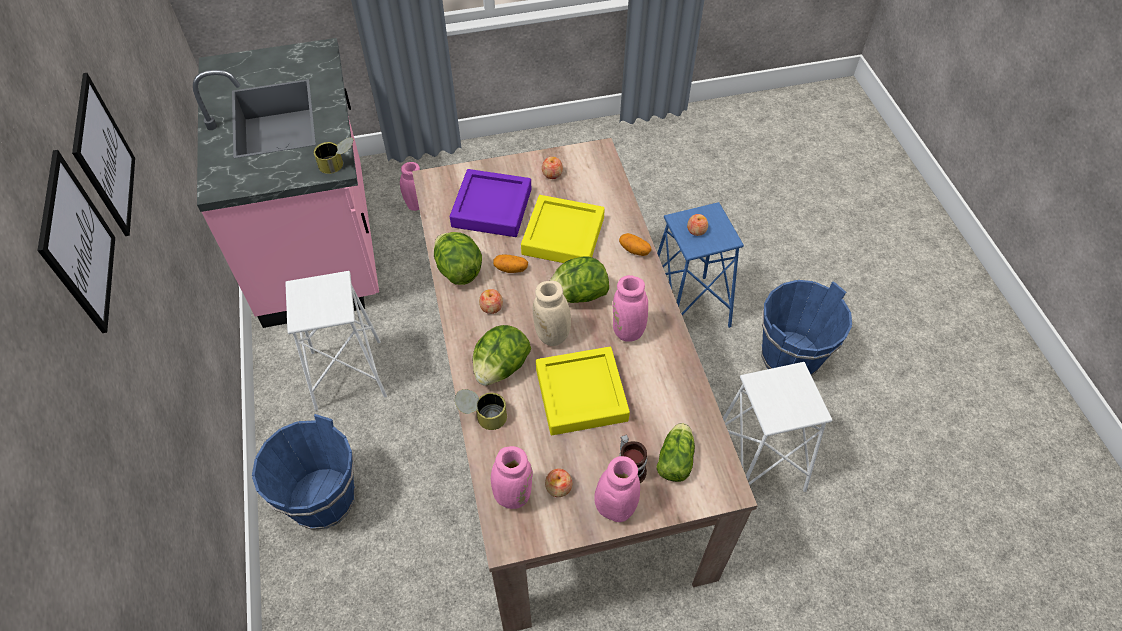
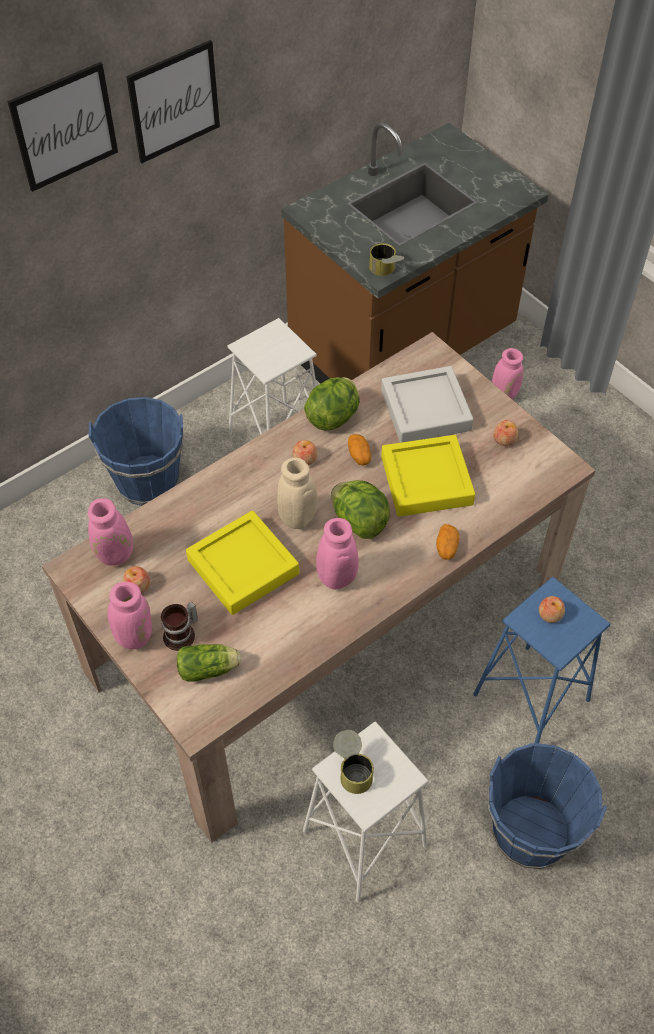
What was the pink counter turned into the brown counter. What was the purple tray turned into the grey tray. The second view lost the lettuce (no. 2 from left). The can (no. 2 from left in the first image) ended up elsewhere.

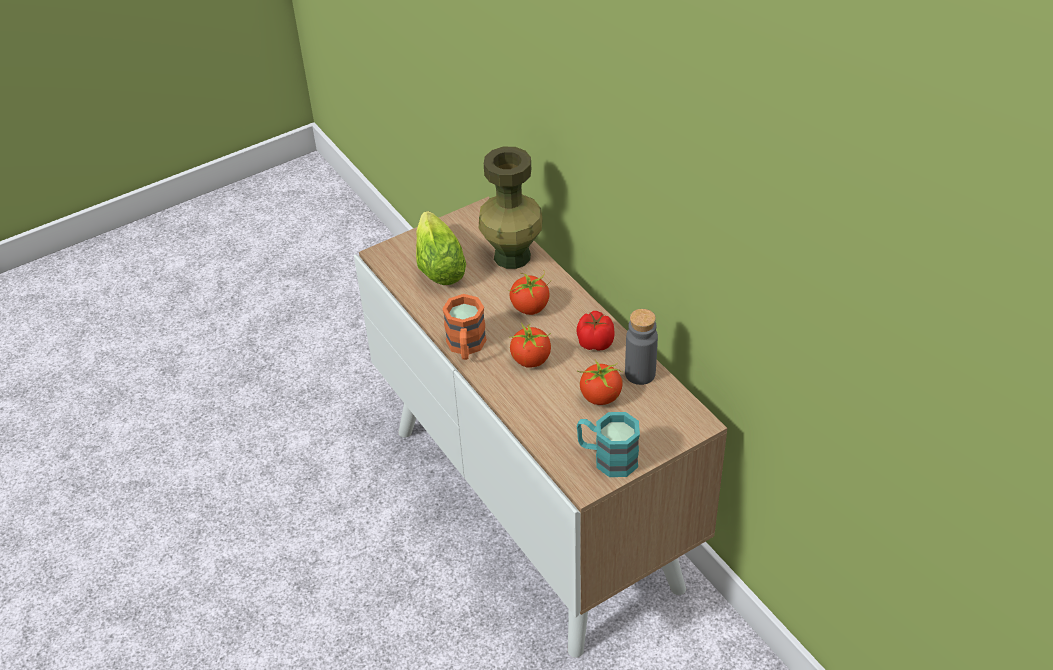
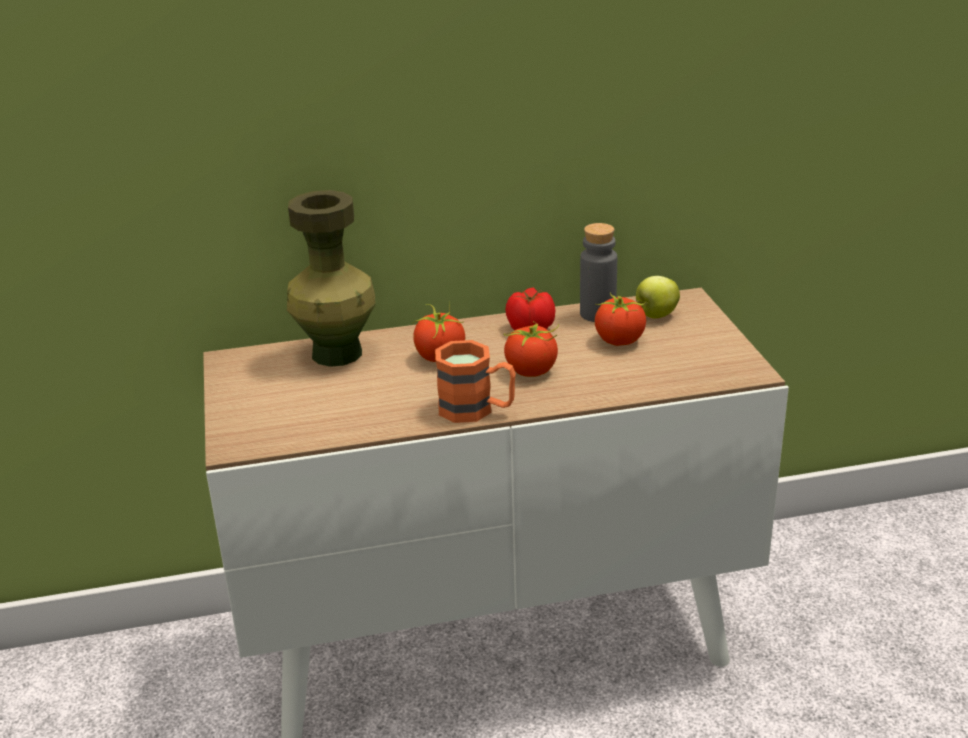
The second view lost the lettuce. The second view lost the turquoise mug. The second view gained the apple.

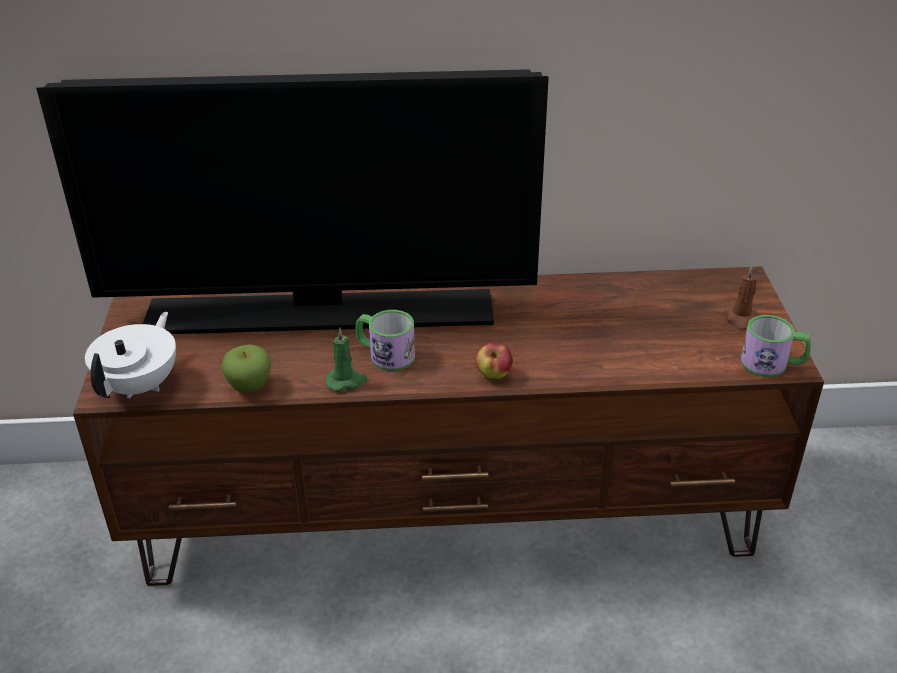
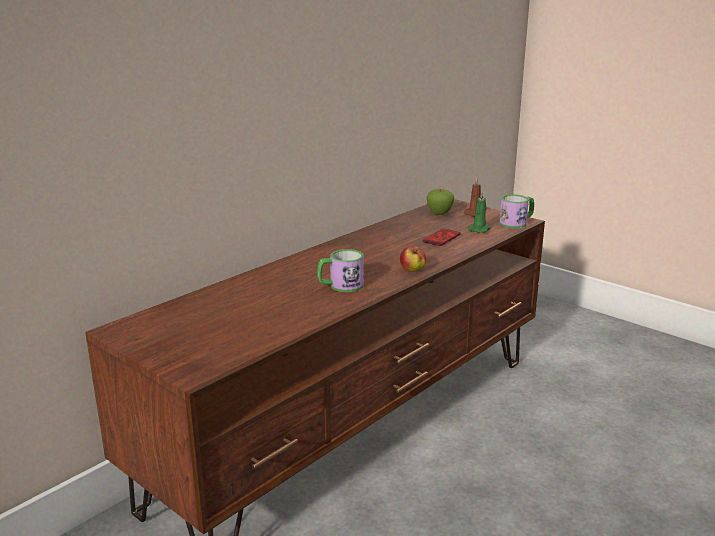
The second view lost the television. The second view lost the white teapot. The green candle ended up elsewhere. The apple (no. 1 from left in the first image) ended up elsewhere. The second view gained the phone.

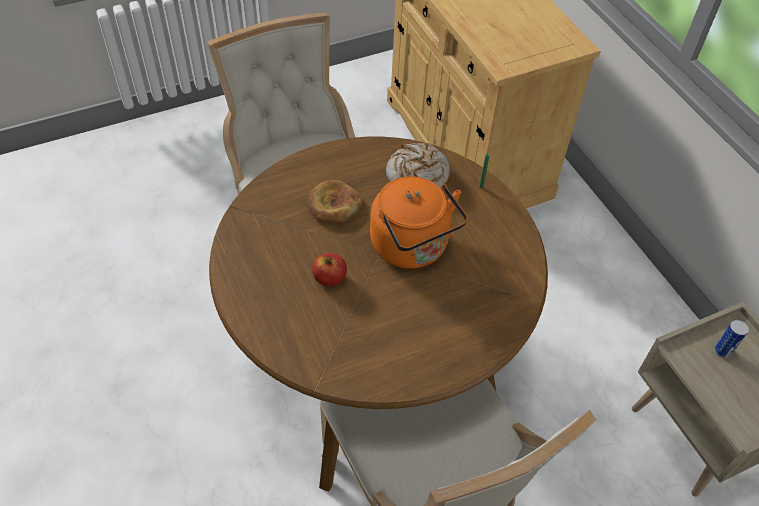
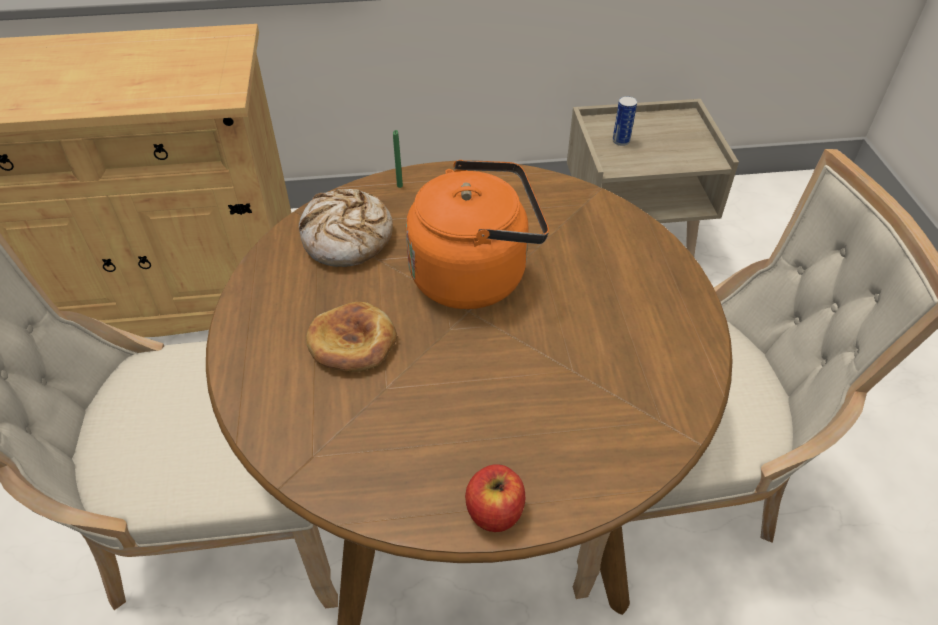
The apple ended up elsewhere.

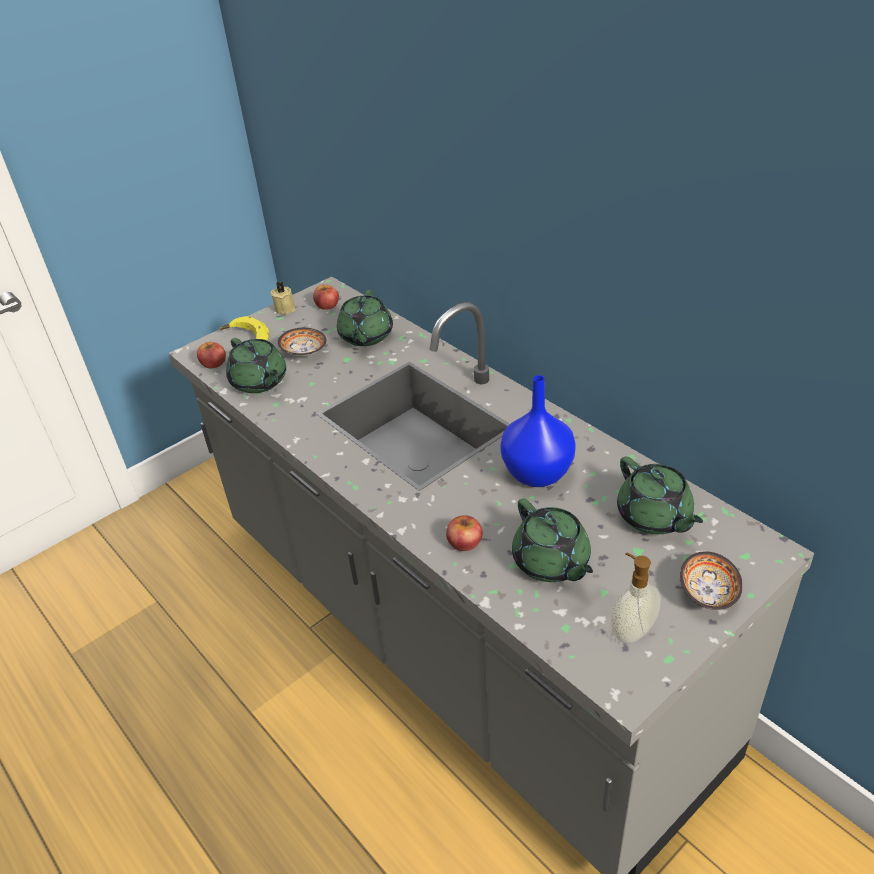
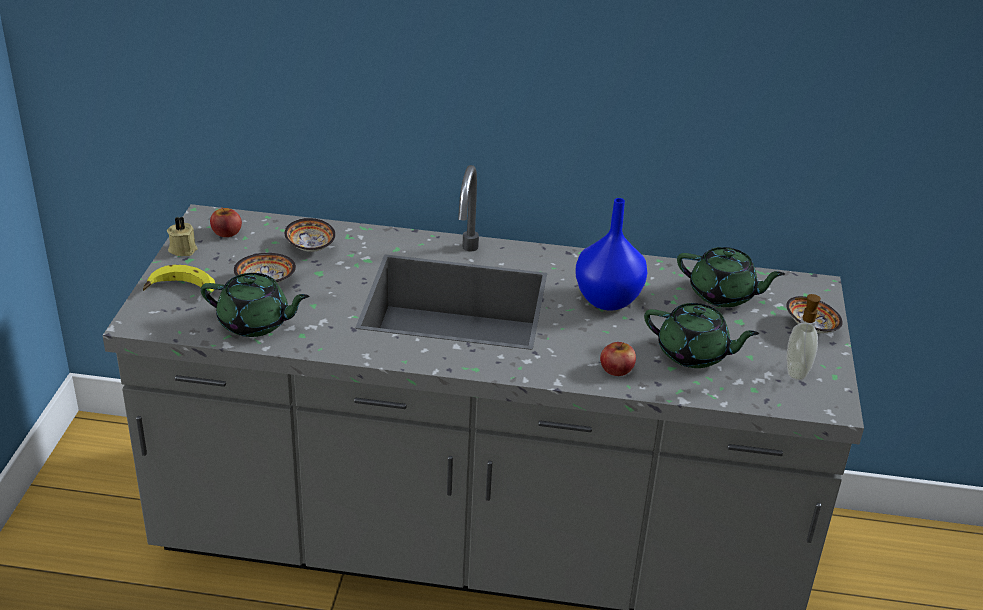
Where the green teapot (no. 2 from left) stood, the bowl (no. 2 from left) came to stand. The second view lost the apple (no. 1 from left).

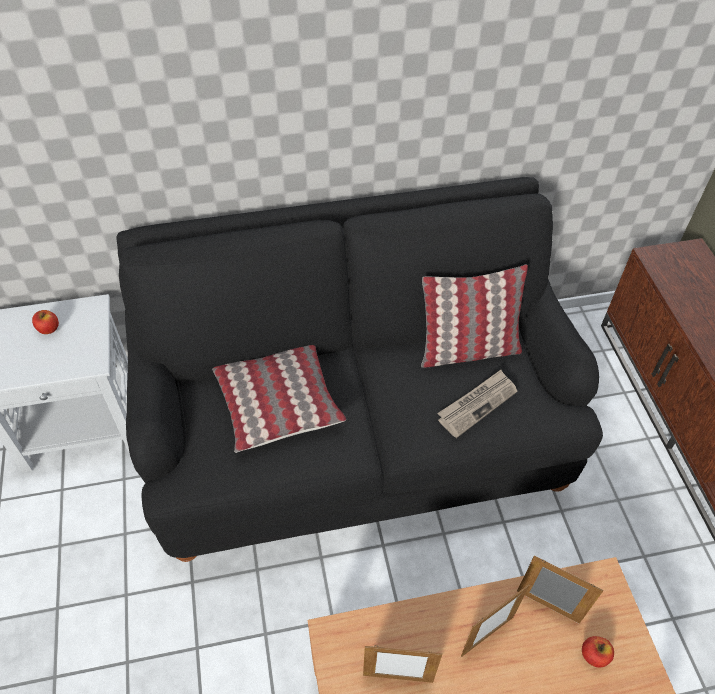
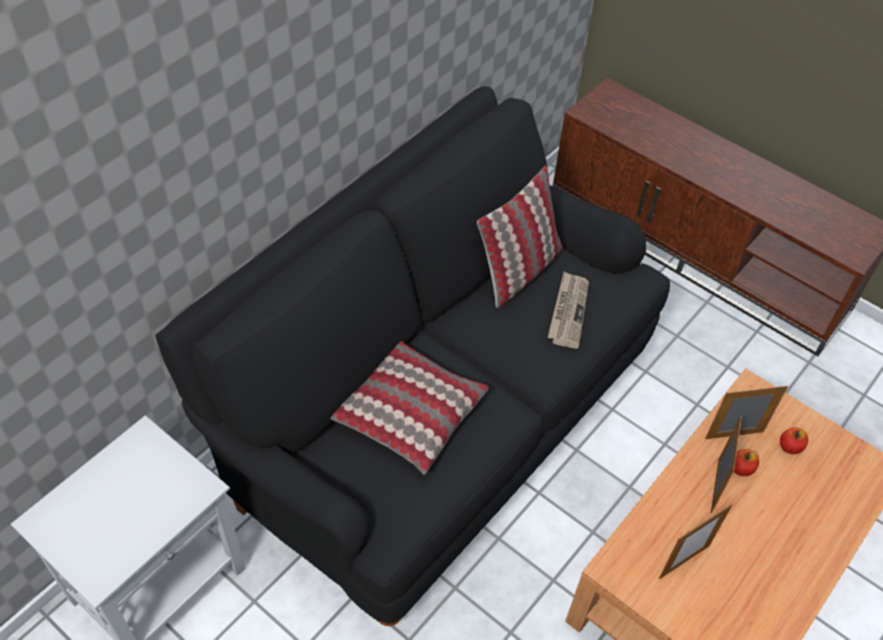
The apple (no. 1 from left) ended up elsewhere.

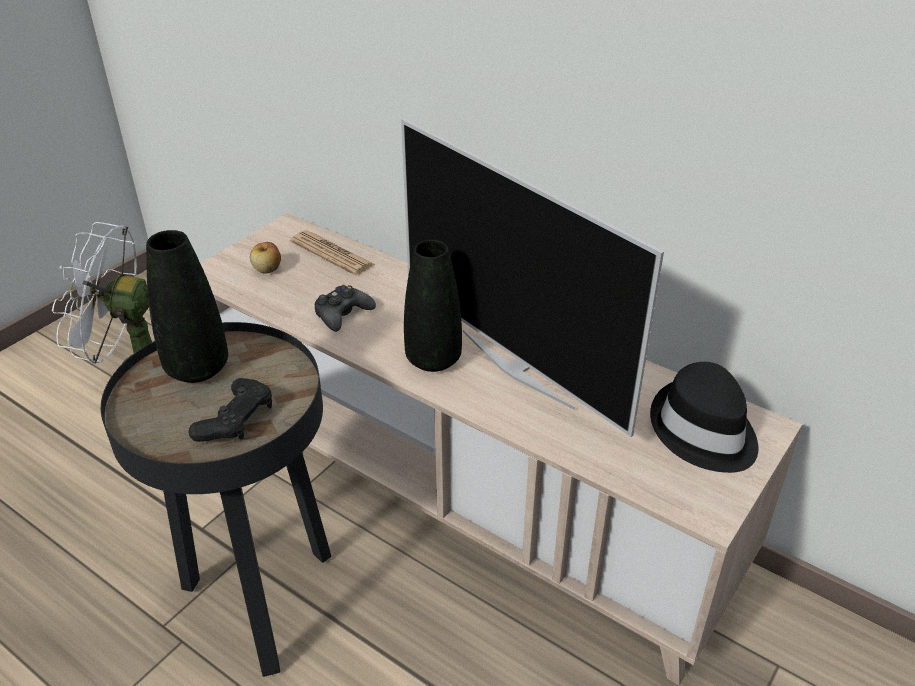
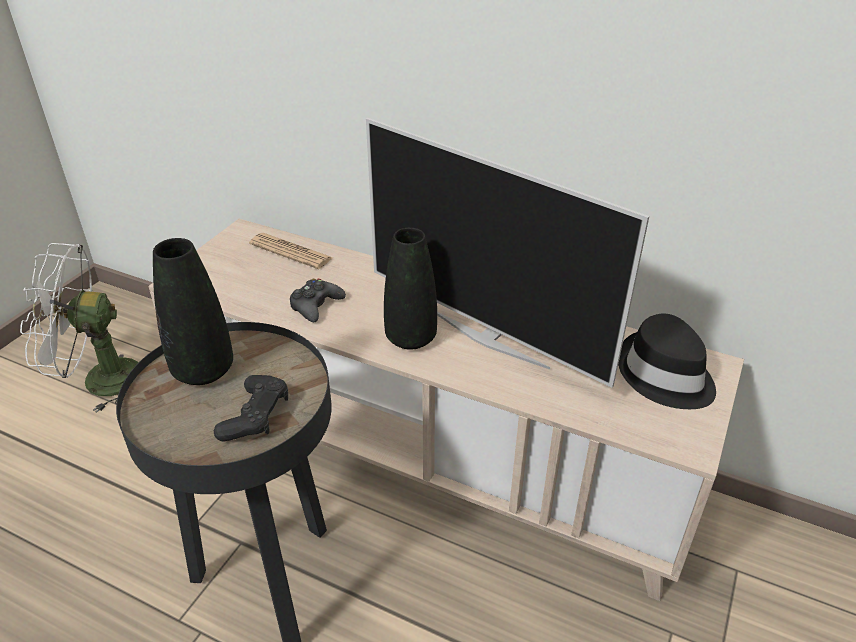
The second view lost the apple.

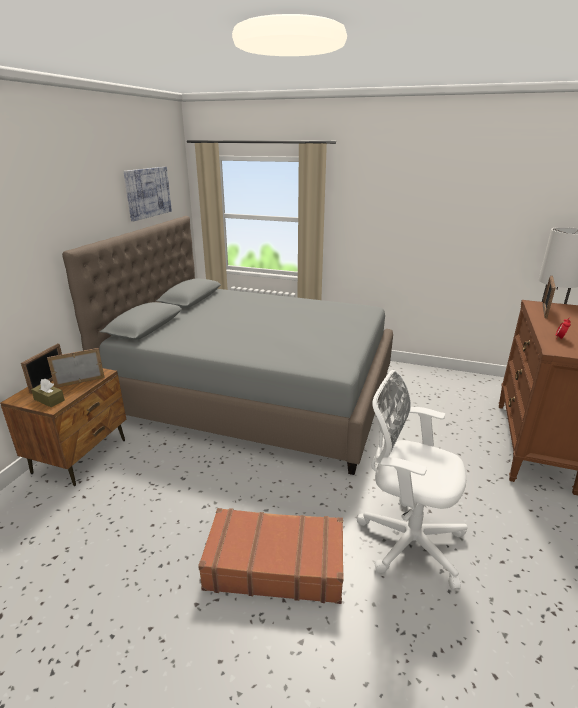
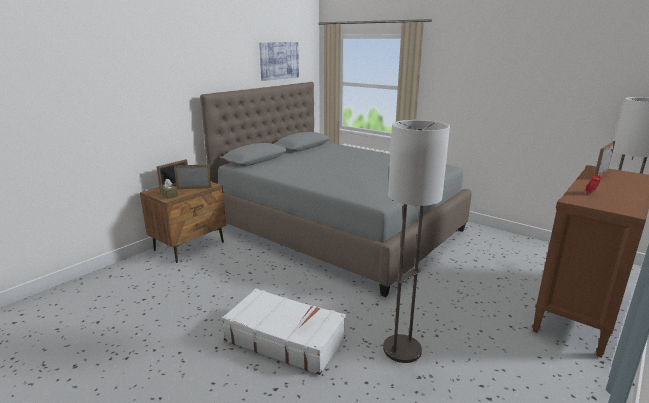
Where the white office chair stood, the floor lamp (no. 1 from left) came to stand. What was the brown suitcase turned into the white suitcase.

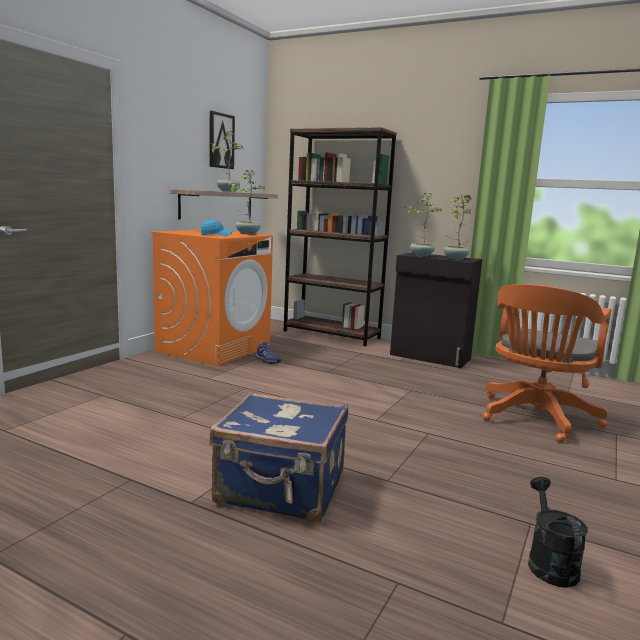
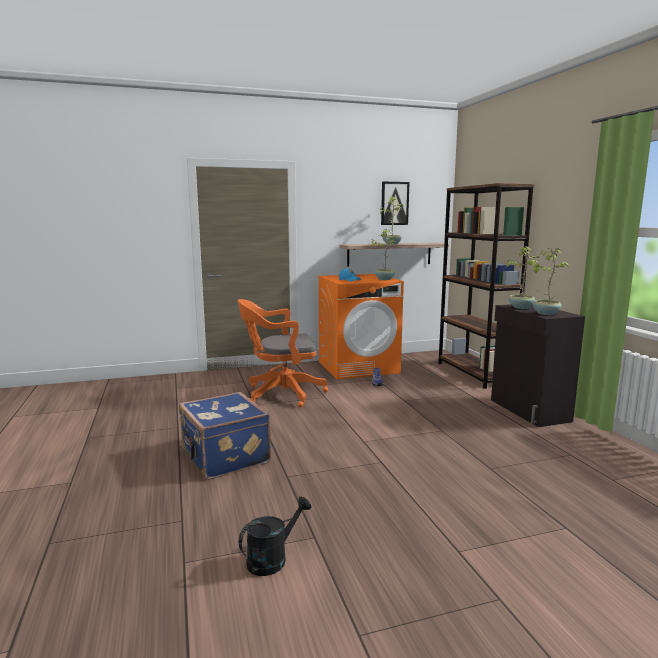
The orange office chair ended up elsewhere.

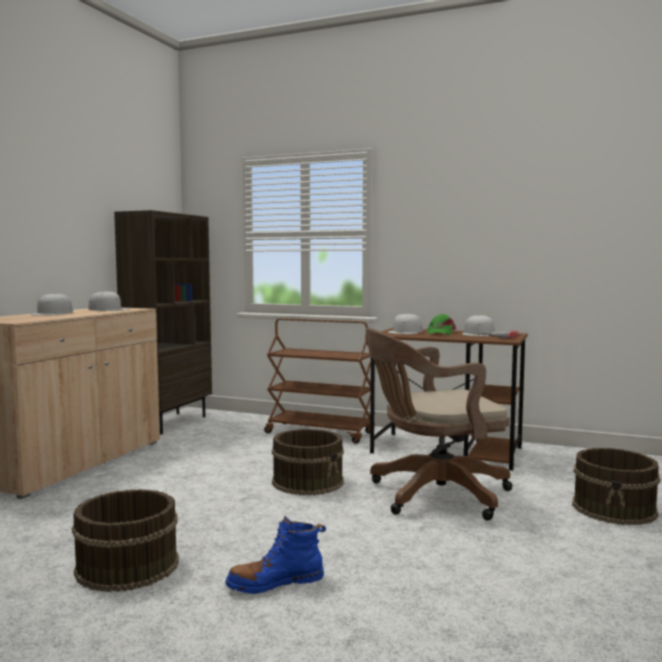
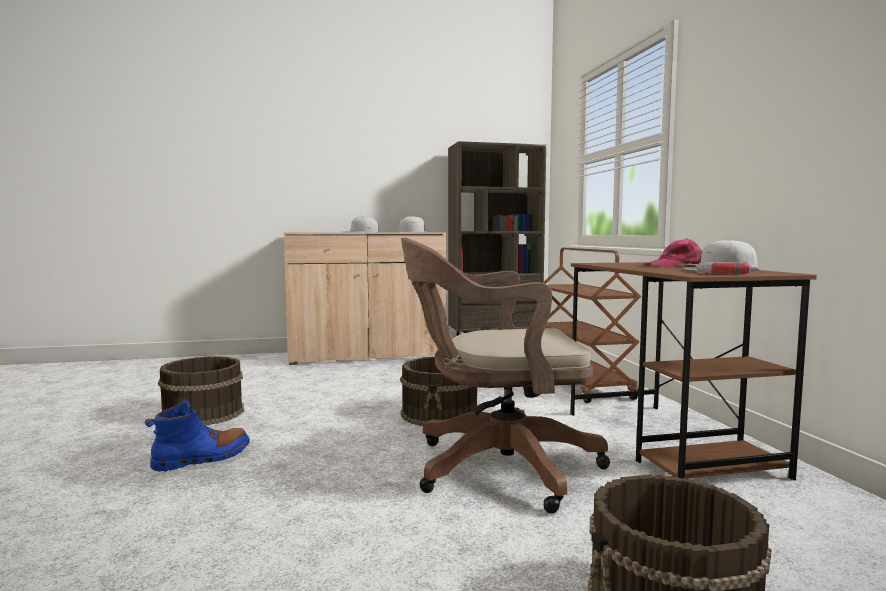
The second view lost the white cap (no. 3 from left). What was the green cap turned into the pink cap. The brown office chair ended up facing another way, 45 degrees counterclockwise from before. The blue boot ended up facing another way, 105 degrees clockwise from before.

